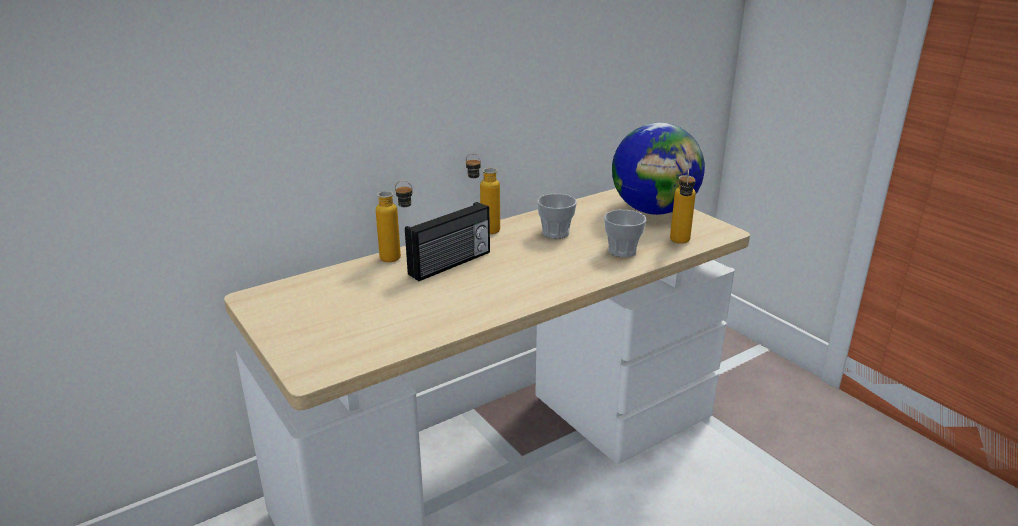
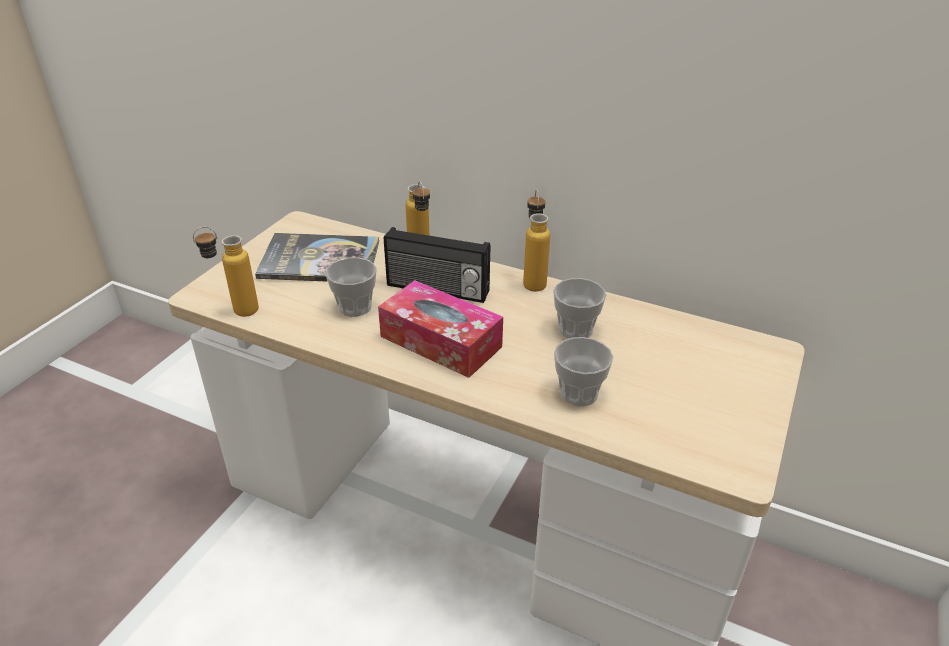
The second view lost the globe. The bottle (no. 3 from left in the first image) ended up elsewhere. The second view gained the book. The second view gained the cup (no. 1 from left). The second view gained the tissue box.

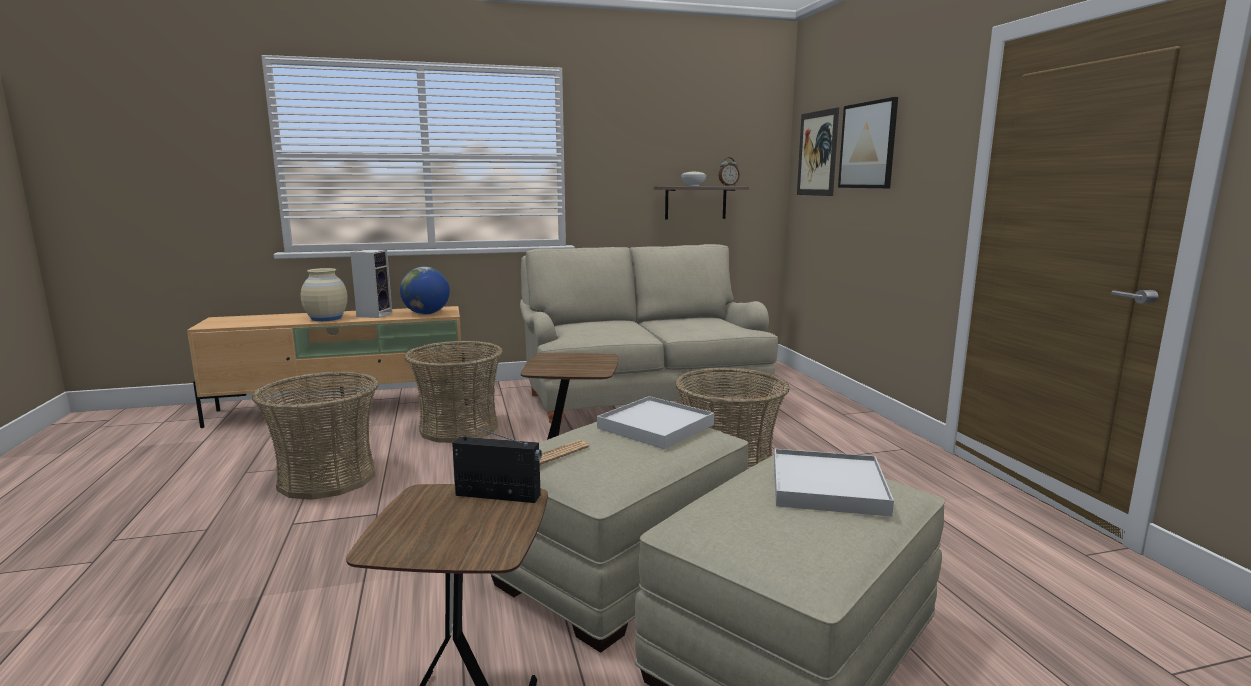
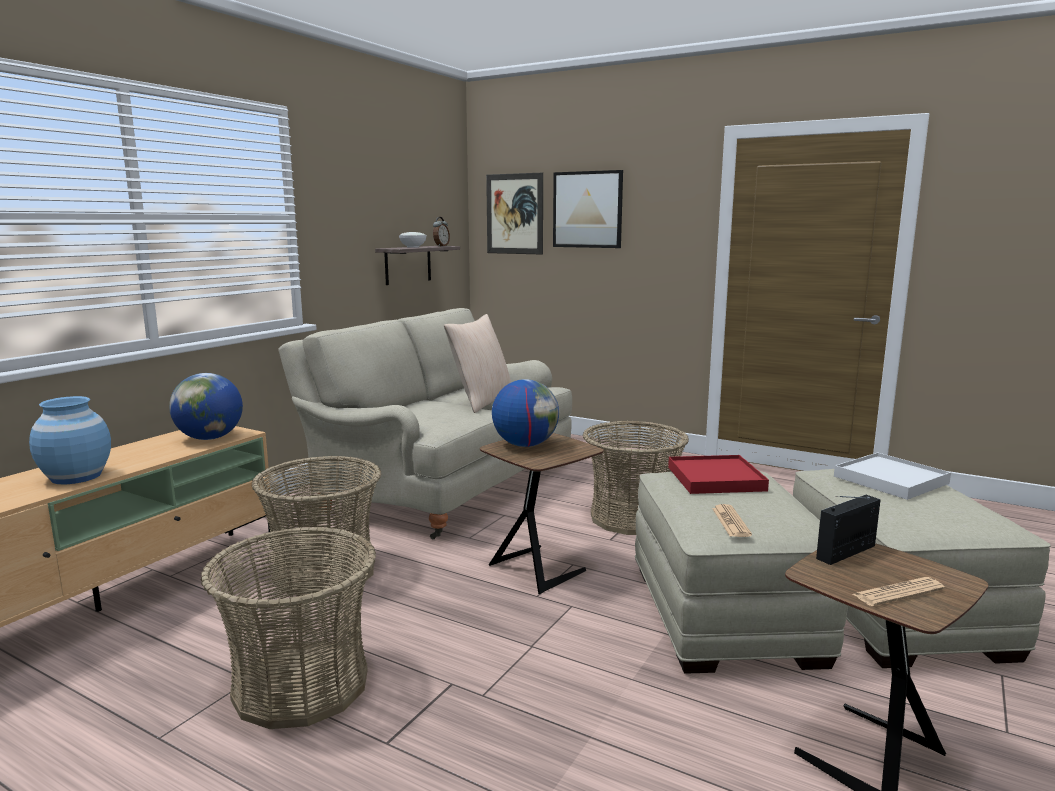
The second view lost the speaker. What was the beige vase turned into the blue vase. What was the white tray (no. 1 from left) turned into the red tray. The second view gained the beige pillow. The second view gained the globe (no. 2 from left). The second view gained the newspaper (no. 2 from left).

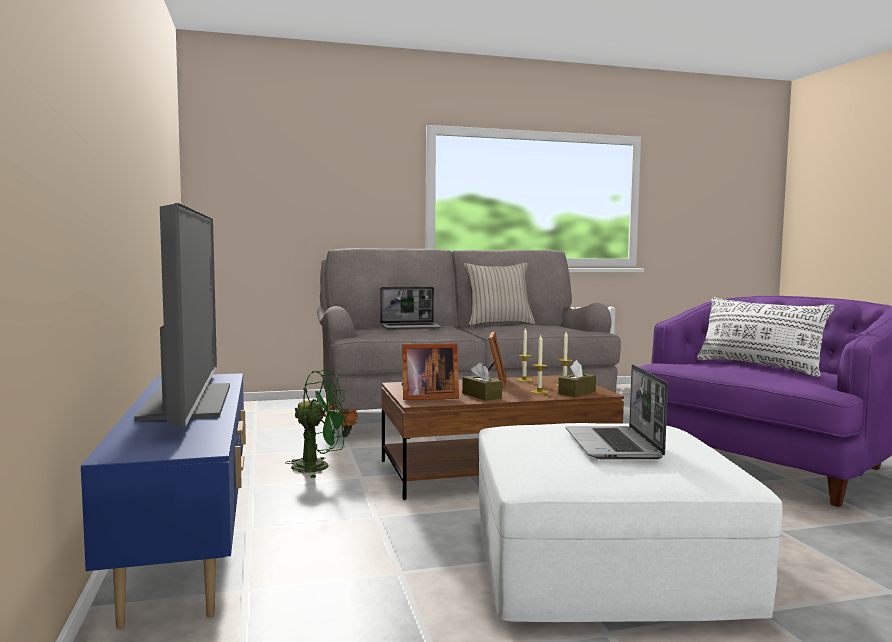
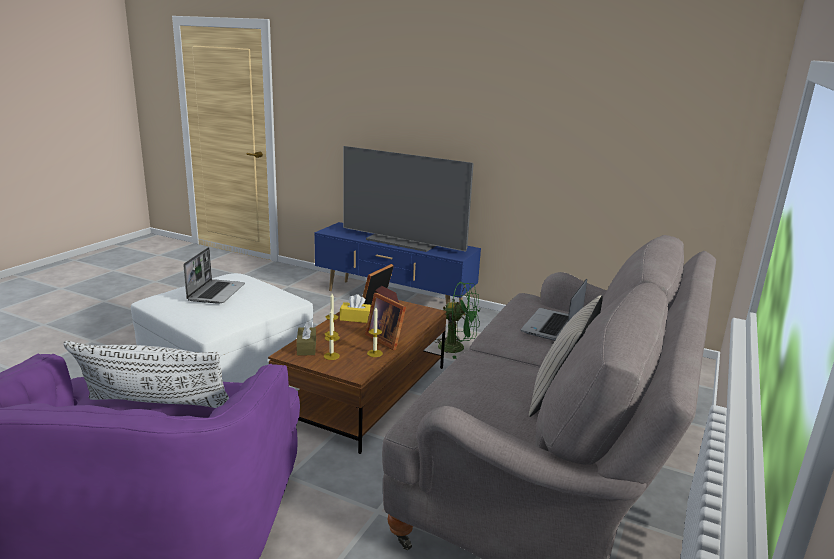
What was the brown tissue box (no. 1 from left) turned into the yellow tissue box. The laptop (no. 2 from left in the first image) ended up facing another way, 60 degrees clockwise from before. The green fan ended up facing another way, 120 degrees counterclockwise from before.

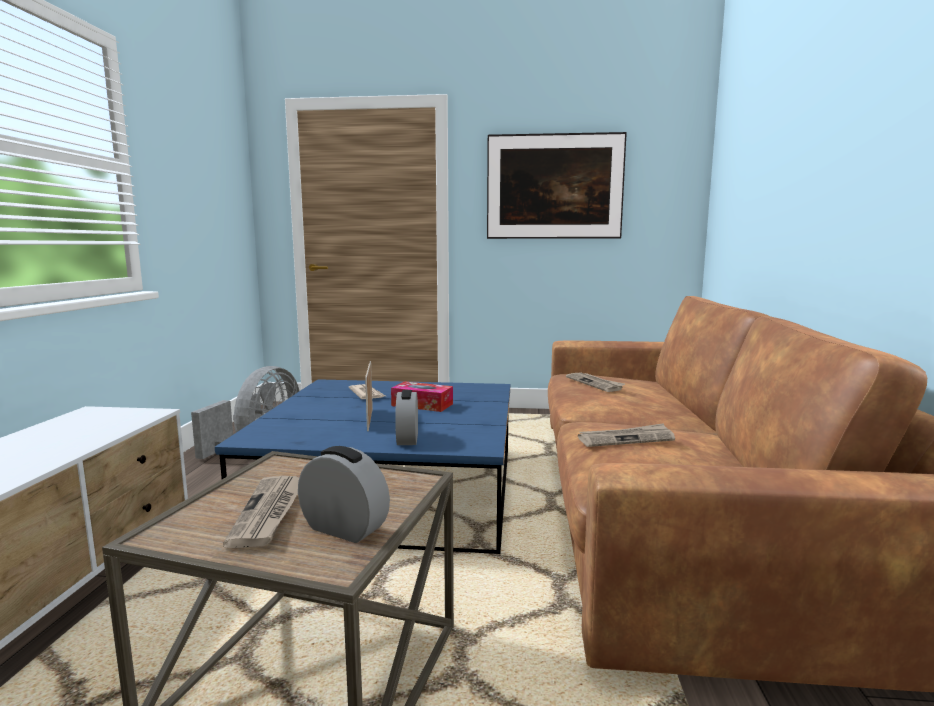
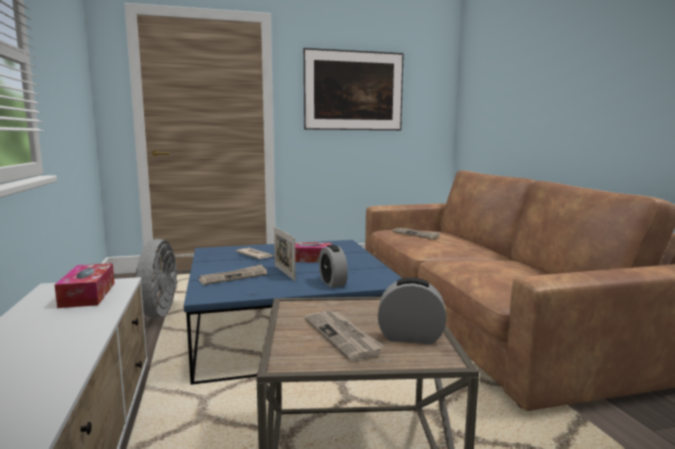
The newspaper (no. 4 from left in the first image) ended up elsewhere. The second view gained the tissue box (no. 1 from left).

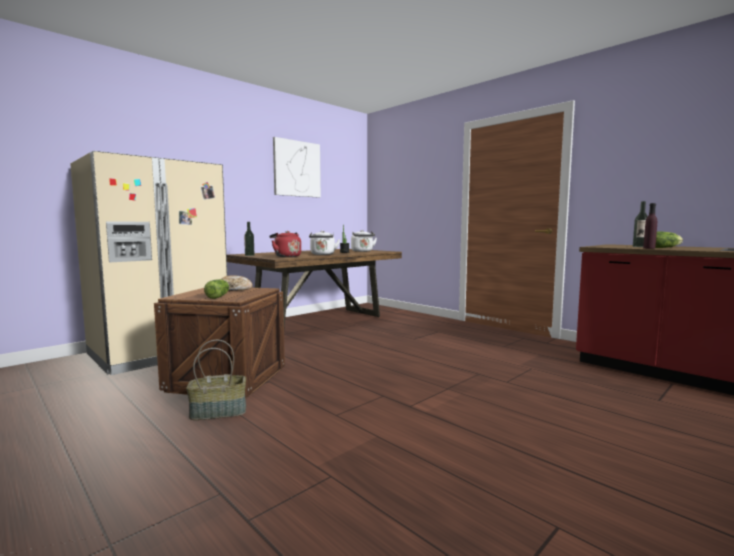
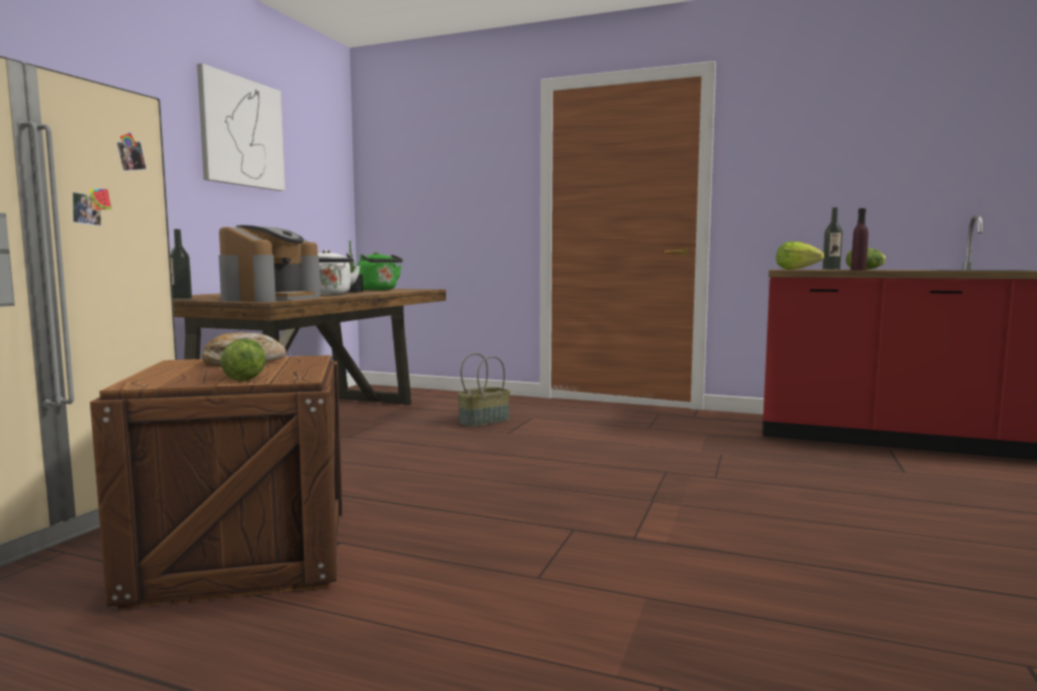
What was the white kettle (no. 2 from left) turned into the green kettle. Where the red kettle stood, the coffee machine came to stand. The basket ended up elsewhere. The second view gained the lettuce (no. 2 from left).

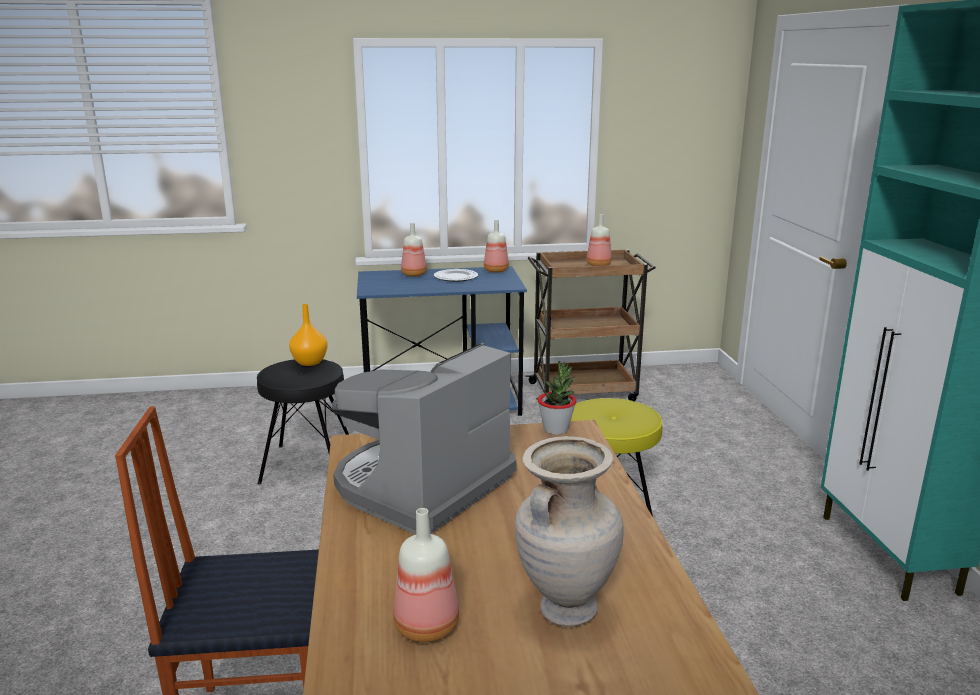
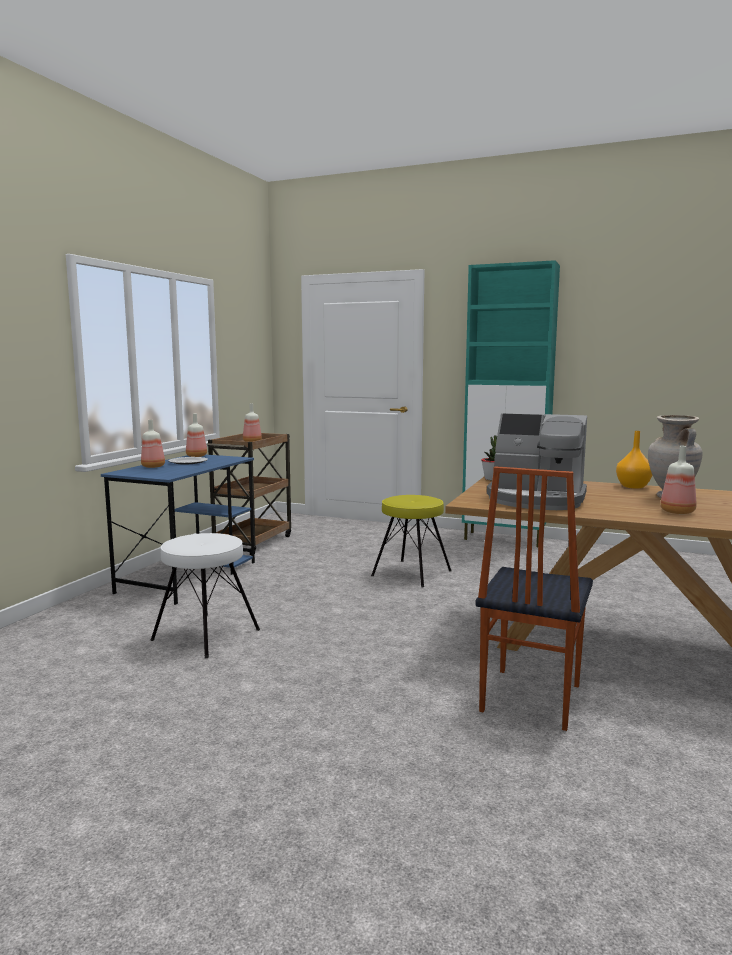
The orange vase ended up elsewhere. The coffee machine ended up facing another way, 45 degrees counterclockwise from before. What was the black stool turned into the white stool.

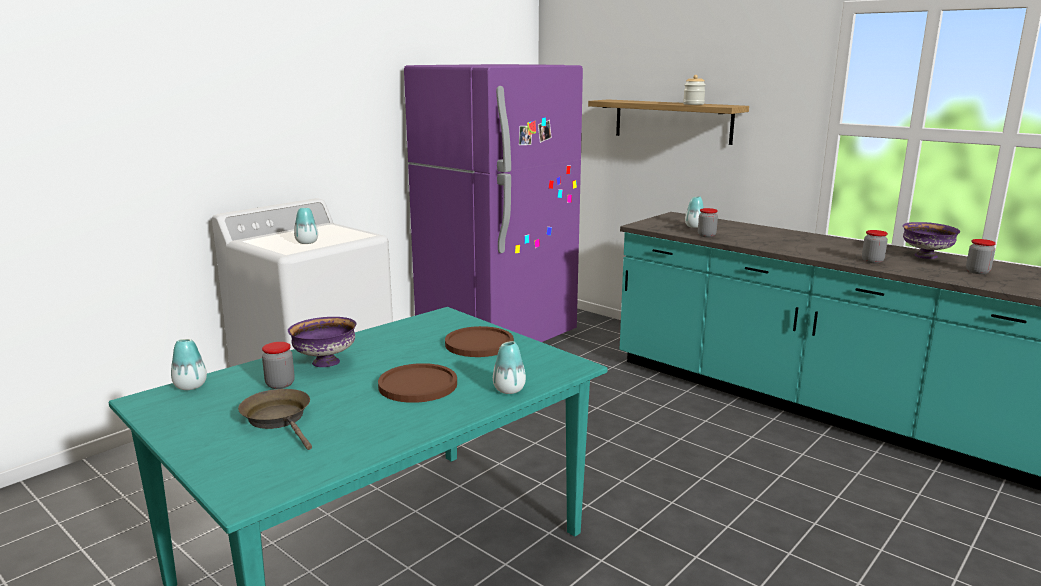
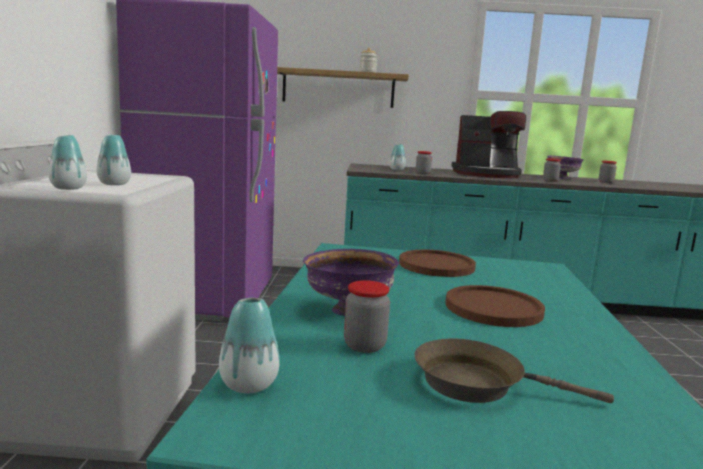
The vase (no. 3 from left in the first image) ended up elsewhere. The second view gained the coffee machine.

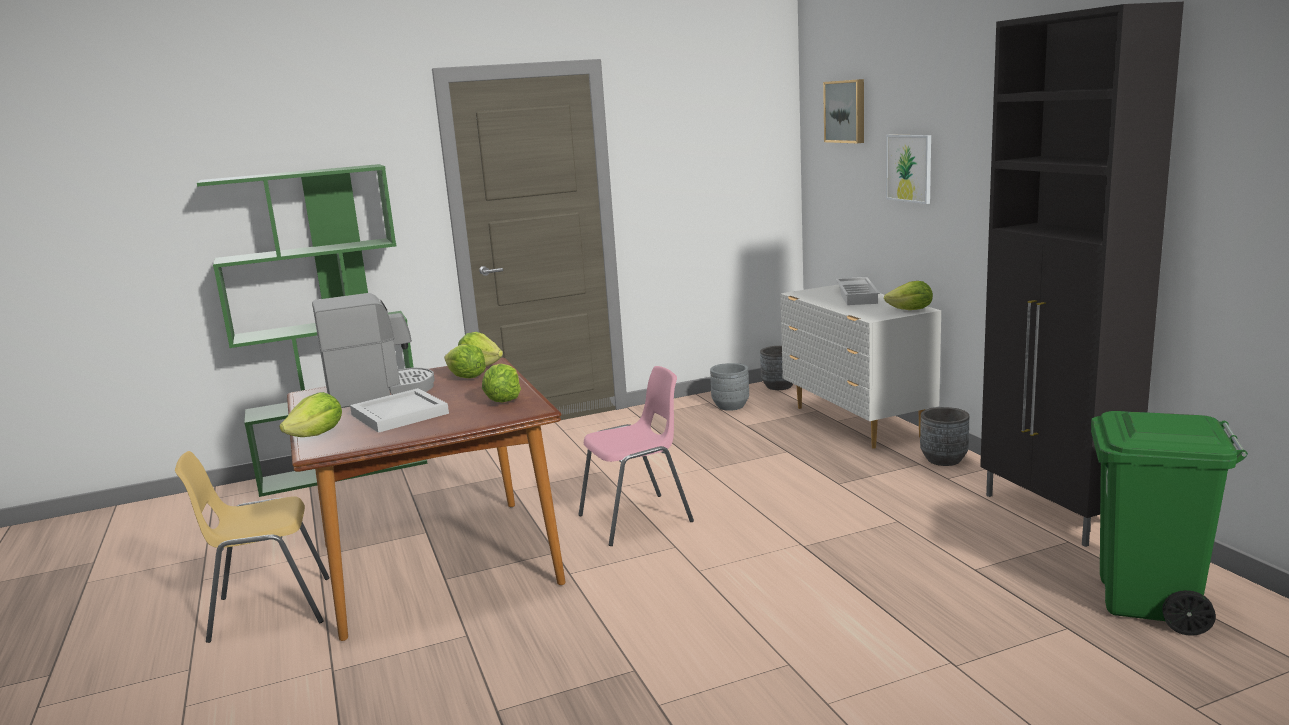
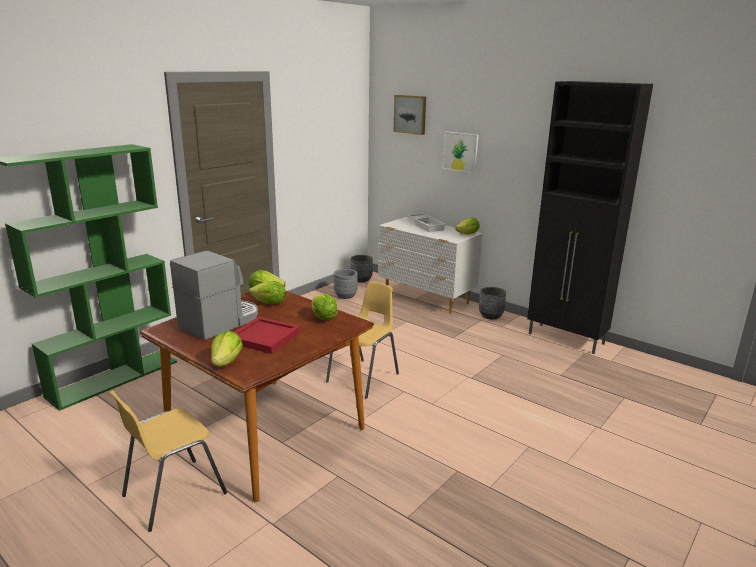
What was the pink chair turned into the yellow chair (no. 2 from left). What was the white tray (no. 1 from left) turned into the red tray. The second view lost the green trash can.

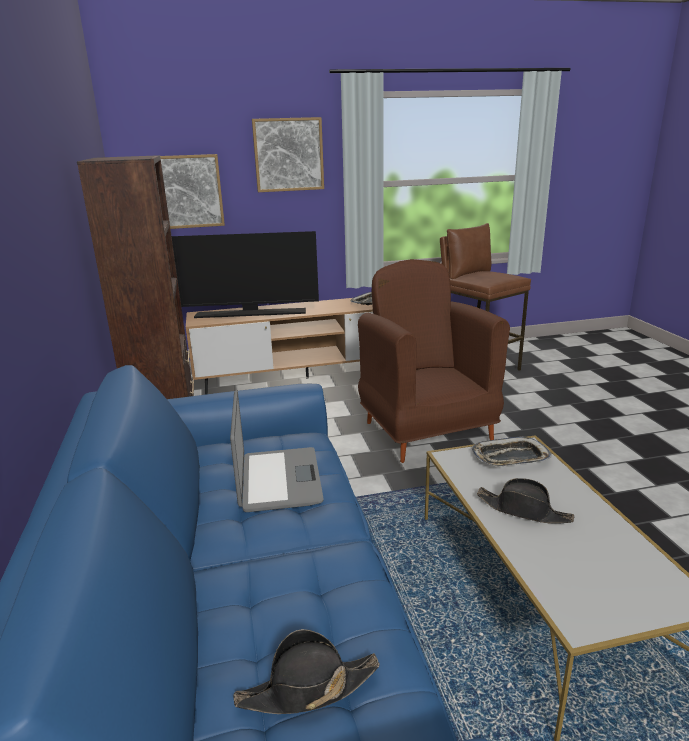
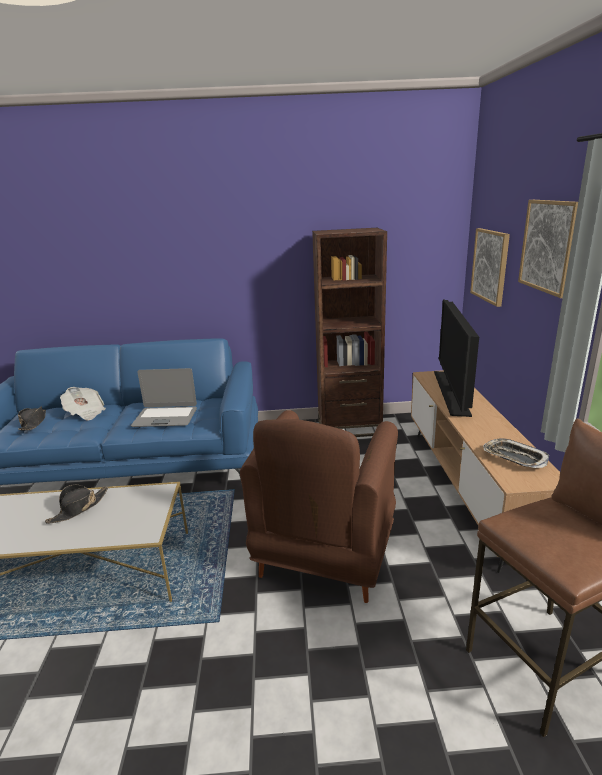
The brown armchair ended up facing another way, 120 degrees clockwise from before. The second view lost the tray (no. 2 from left). The second view gained the newspaper.

